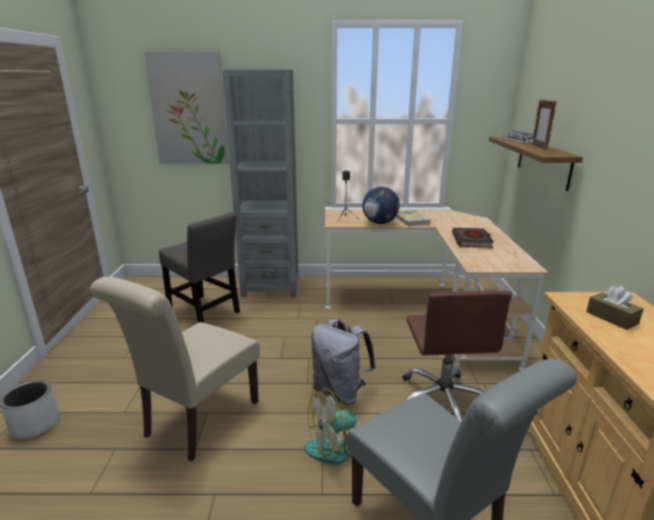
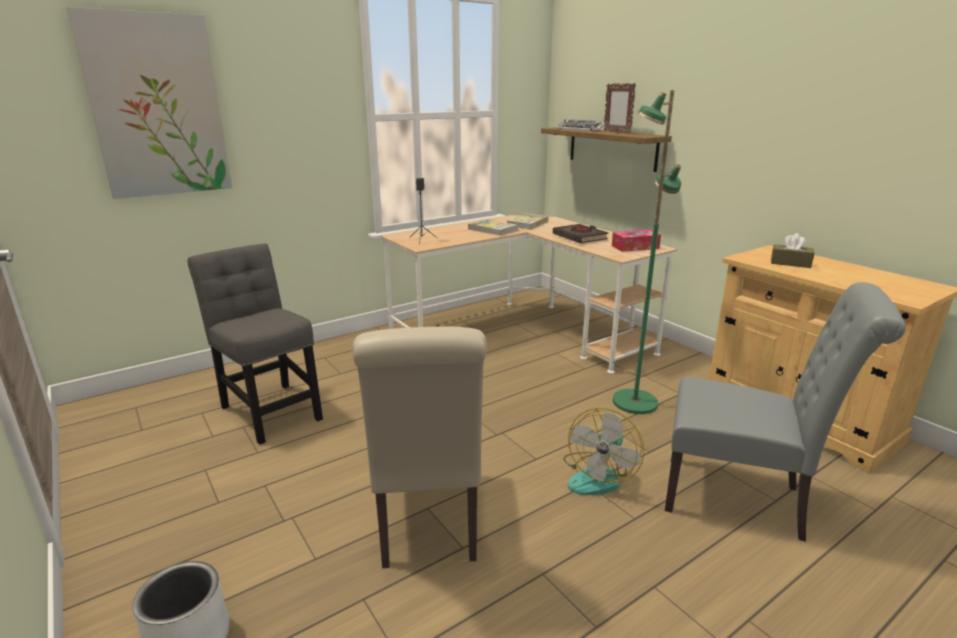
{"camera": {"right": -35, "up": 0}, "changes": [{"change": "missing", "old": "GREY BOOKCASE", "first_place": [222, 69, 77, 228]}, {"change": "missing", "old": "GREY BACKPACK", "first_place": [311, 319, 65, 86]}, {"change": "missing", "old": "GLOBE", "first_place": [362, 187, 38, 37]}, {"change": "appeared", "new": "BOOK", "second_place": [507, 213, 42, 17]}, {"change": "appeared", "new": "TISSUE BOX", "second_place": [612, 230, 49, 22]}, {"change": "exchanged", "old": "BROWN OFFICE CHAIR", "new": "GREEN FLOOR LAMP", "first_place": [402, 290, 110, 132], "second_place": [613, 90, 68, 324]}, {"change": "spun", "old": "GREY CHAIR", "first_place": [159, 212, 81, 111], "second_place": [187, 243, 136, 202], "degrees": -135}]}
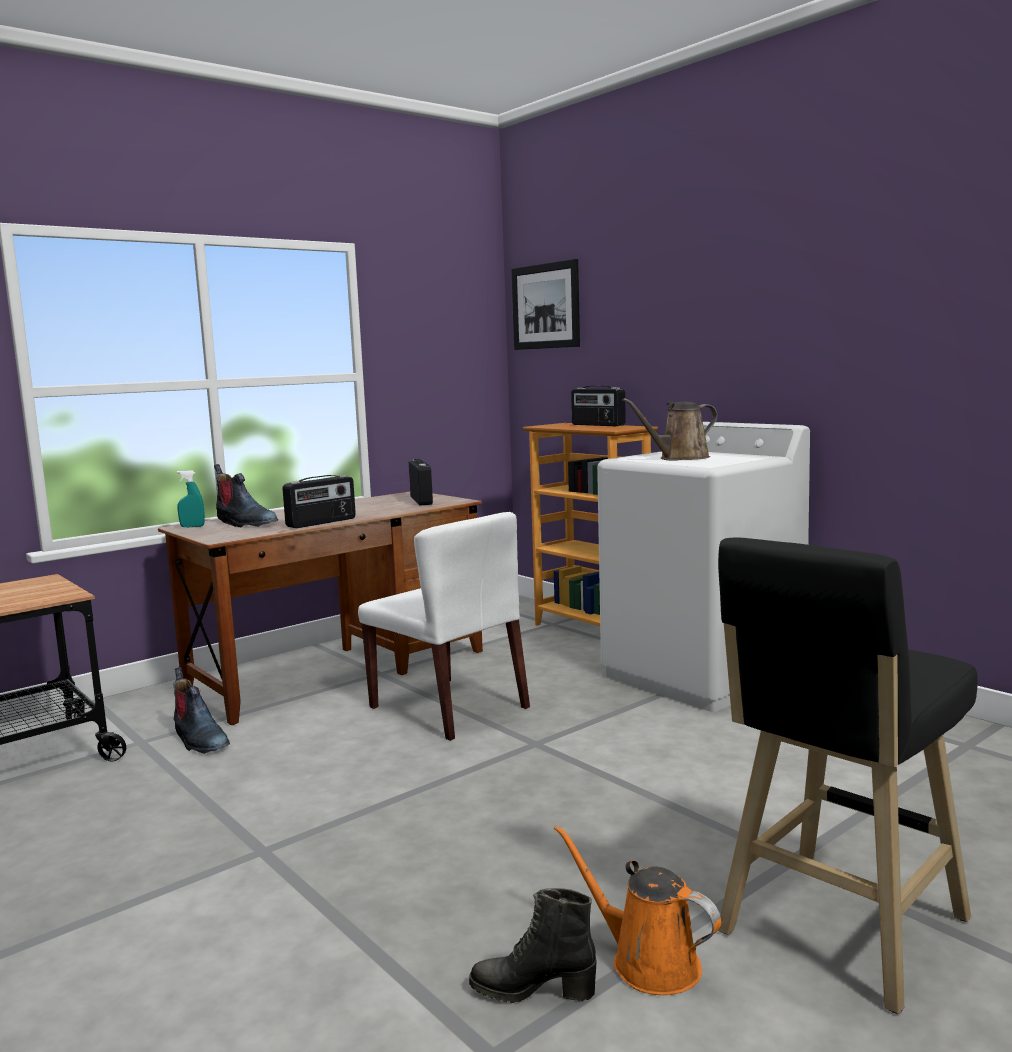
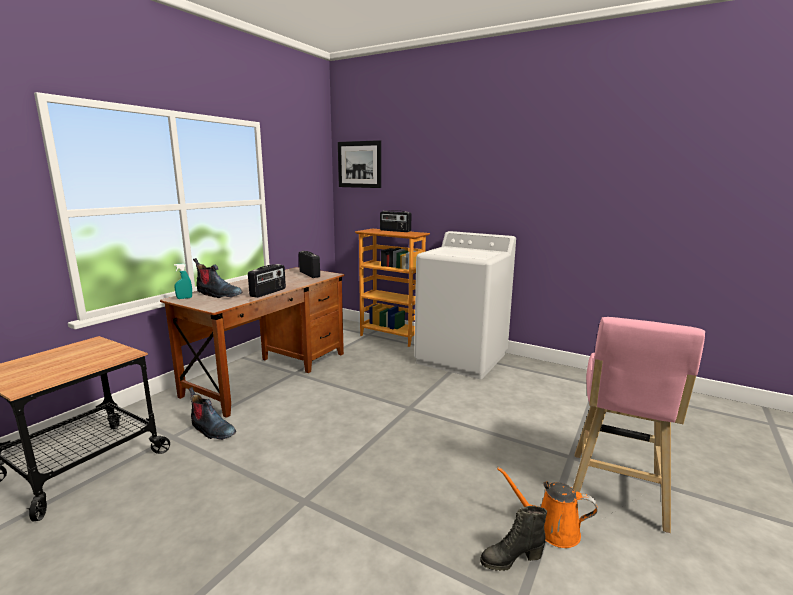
{"camera": {"right": -20, "up": 5}, "changes": [{"change": "missing", "old": "WHITE CHAIR", "first_place": [358, 512, 172, 229]}, {"change": "missing", "old": "BROWN WATERING CAN", "first_place": [623, 398, 94, 62]}, {"change": "colour", "old": "BLACK STOOL", "new": "PINK STOOL", "first_place": [718, 538, 260, 477], "second_place": [573, 317, 132, 216]}]}
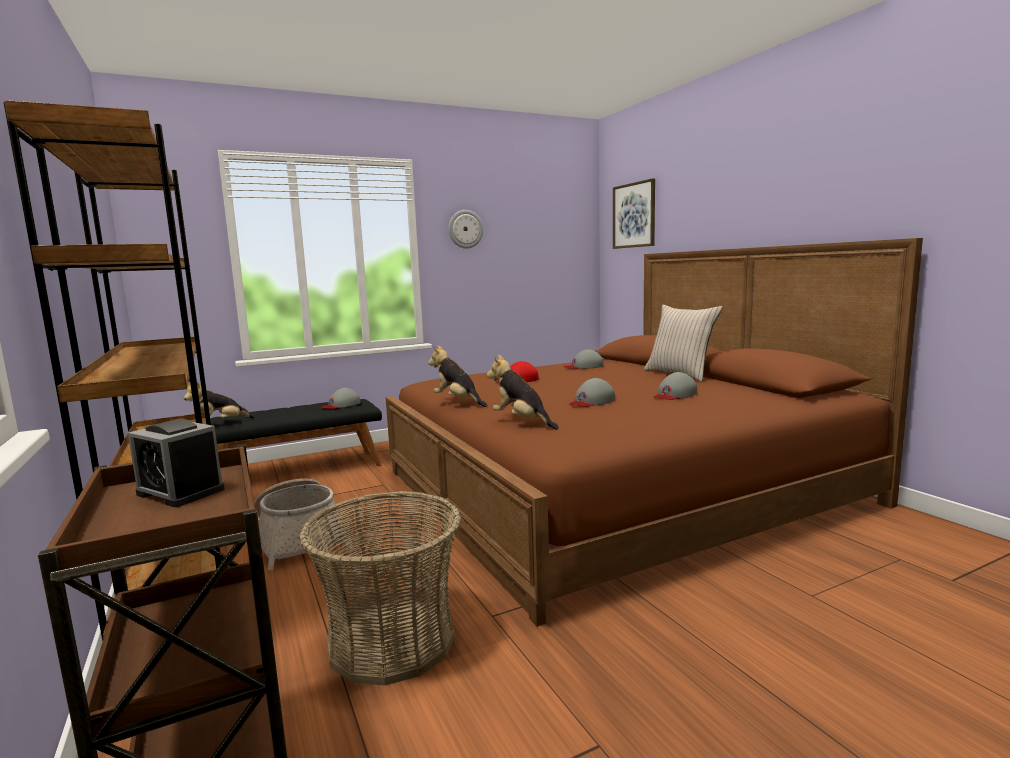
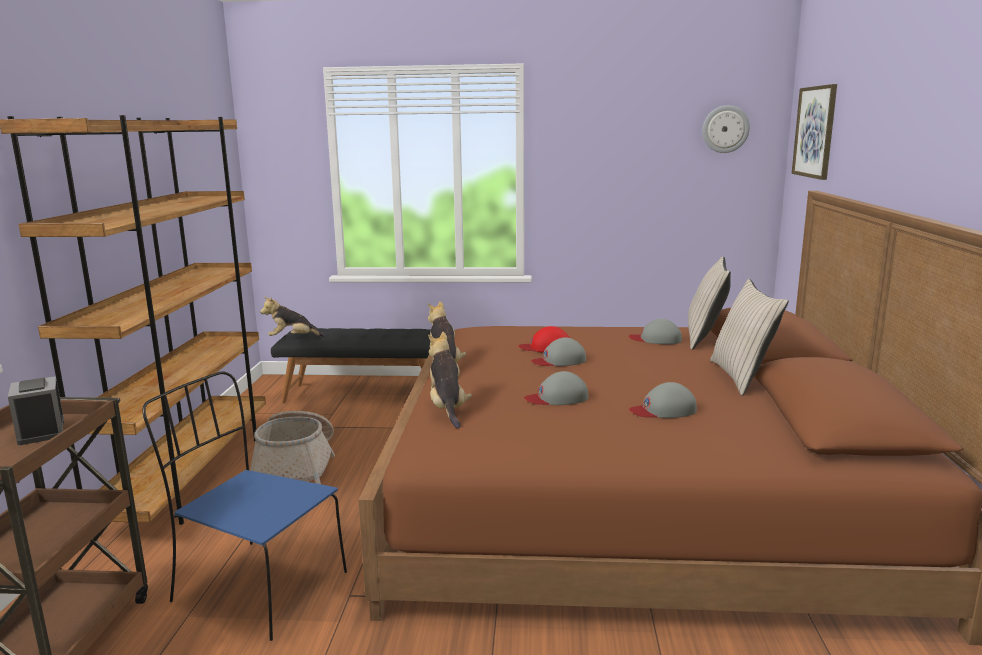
{"camera": {"right": 30, "up": 5}, "changes": [{"change": "appeared", "new": "BEIGE PILLOW", "second_place": [688, 257, 43, 93]}, {"change": "relocated", "old": "GREY CAP", "first_place": [322, 388, 38, 21], "second_place": [531, 337, 55, 29]}, {"change": "relocated", "old": "WALL CLOCK", "first_place": [449, 210, 34, 39], "second_place": [702, 105, 48, 48]}, {"change": "exchanged", "old": "BASKET", "new": "BLUE CHAIR", "first_place": [299, 491, 162, 194], "second_place": [142, 371, 205, 270]}]}
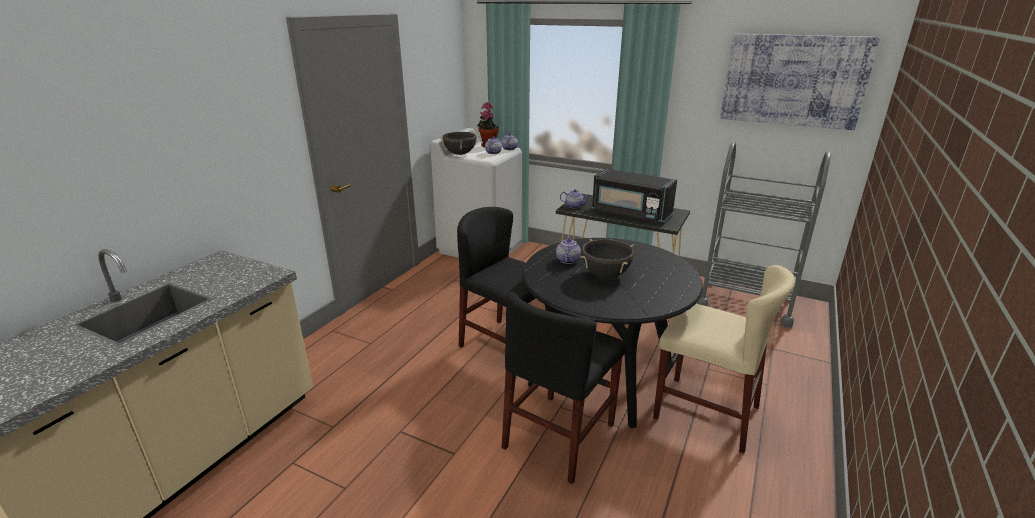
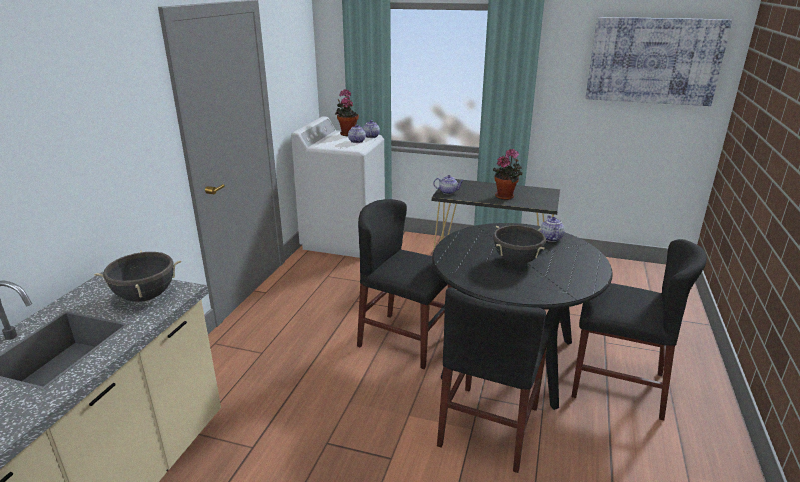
{"camera": {"right": -10, "up": 0}, "changes": [{"change": "missing", "old": "GREY CART", "first_place": [697, 142, 134, 186]}, {"change": "relocated", "old": "BLACK COOKING POT", "first_place": [438, 132, 42, 23], "second_place": [94, 250, 87, 52]}, {"change": "relocated", "old": "TEAPOT", "first_place": [556, 237, 25, 27], "second_place": [540, 215, 25, 27]}, {"change": "exchanged", "old": "BLACK MICROWAVE", "new": "POTTED PLANT", "first_place": [592, 169, 85, 53], "second_place": [493, 149, 30, 51]}, {"change": "colour", "old": "BEIGE CHAIR", "new": "BLACK CHAIR", "first_place": [653, 265, 142, 188], "second_place": [571, 239, 136, 182]}]}
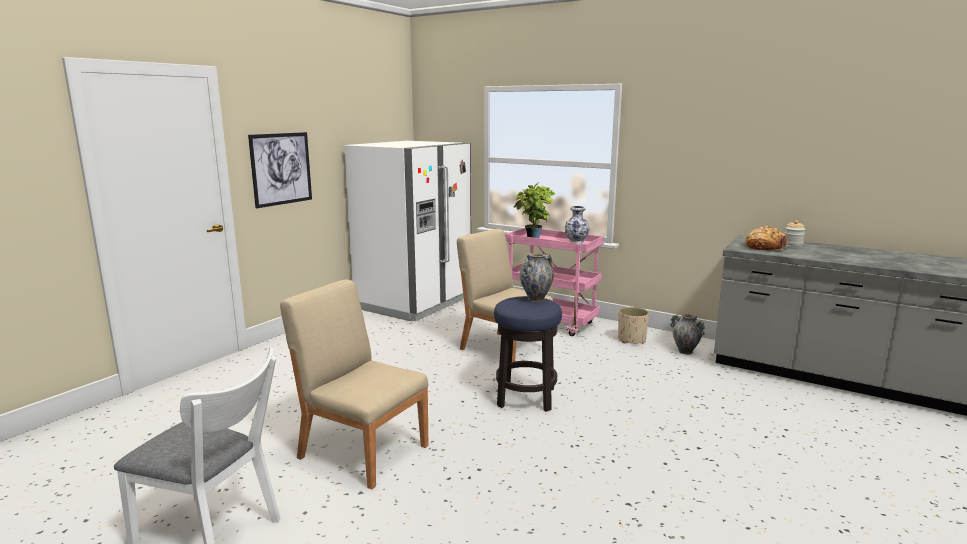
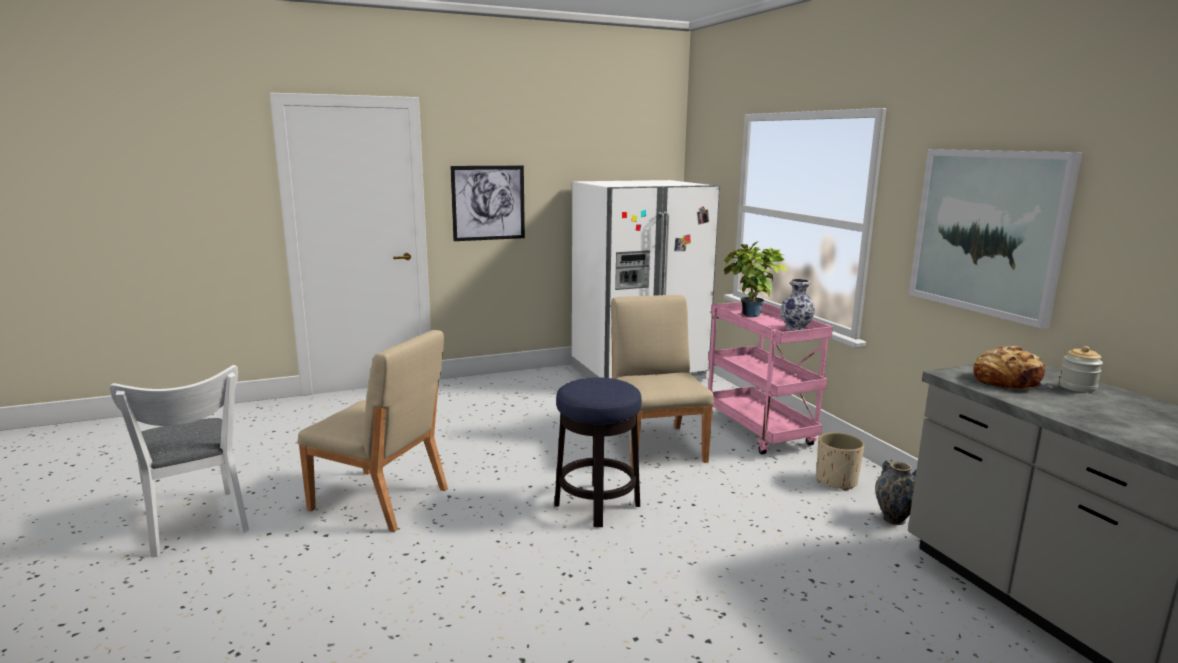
{"camera": {"right": 35, "up": 0}, "changes": [{"change": "missing", "old": "VASE", "first_place": [520, 253, 34, 49]}, {"change": "appeared", "new": "PICTURE", "second_place": [909, 149, 173, 180]}, {"change": "spun", "old": "BEIGE CHAIR", "first_place": [280, 279, 148, 211], "second_place": [298, 330, 150, 202], "degrees": 135}]}
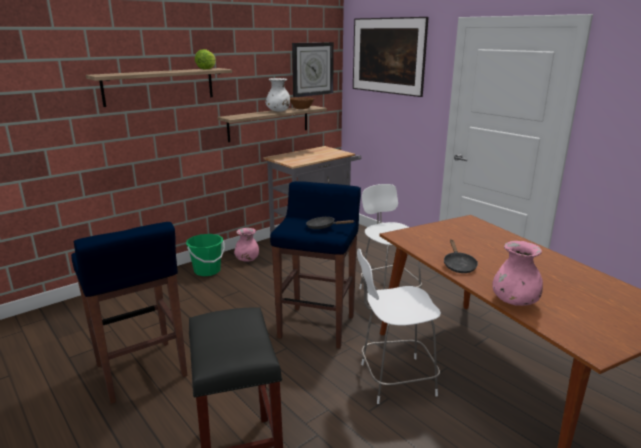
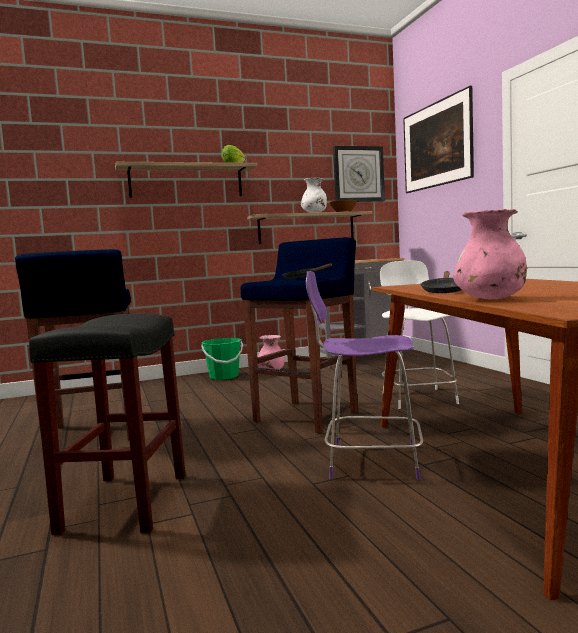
{"camera": {"right": 20, "up": -15}, "changes": [{"change": "colour", "old": "WHITE CHAIR", "new": "PURPLE CHAIR", "first_place": [357, 249, 84, 155], "second_place": [306, 271, 117, 209]}]}
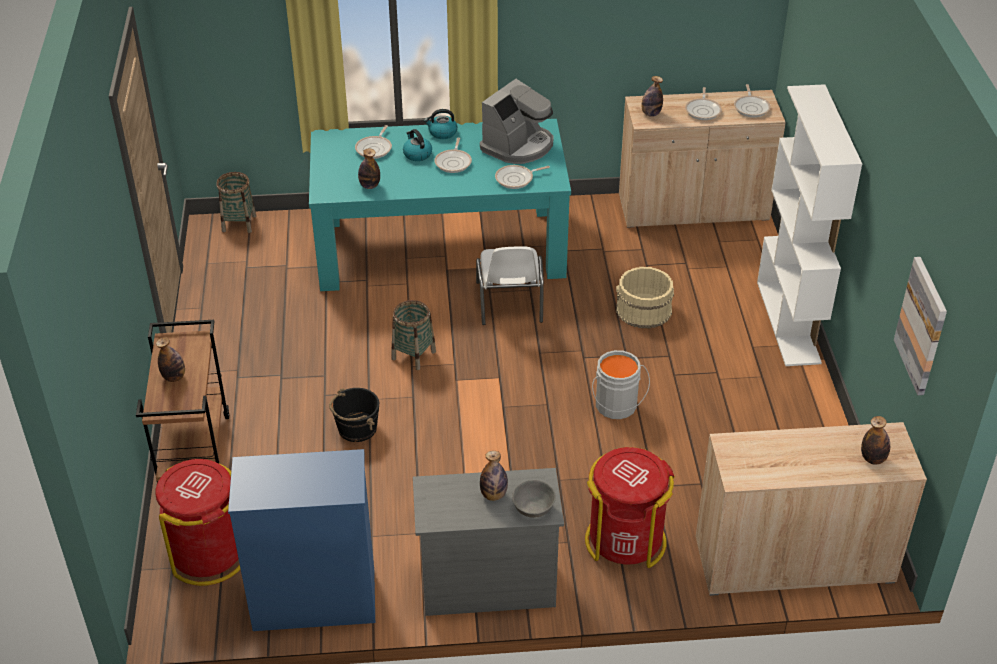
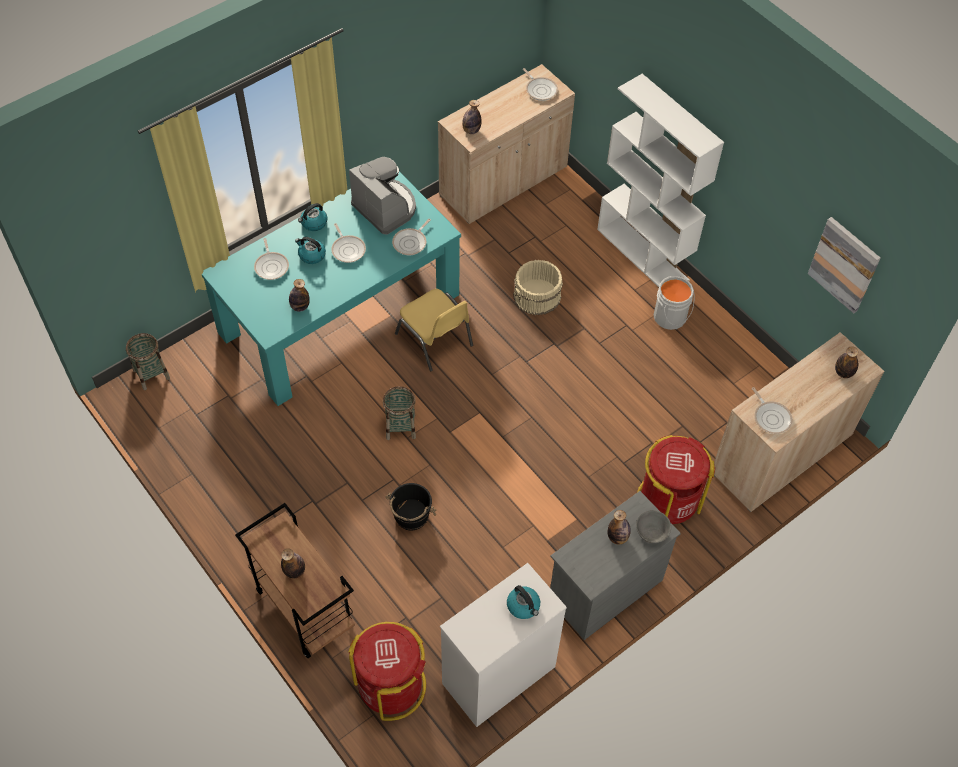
{"camera": {"right": -35, "up": 15}, "changes": [{"change": "appeared", "new": "KETTLE", "second_place": [507, 585, 33, 34]}, {"change": "relocated", "old": "GREY BUCKET", "first_place": [592, 350, 58, 69], "second_place": [654, 276, 41, 54]}, {"change": "relocated", "old": "FRYING PAN", "first_place": [685, 87, 37, 33], "second_place": [752, 387, 41, 47]}, {"change": "colour", "old": "BLUE DRESSER", "new": "WHITE DRESSER", "first_place": [228, 449, 147, 182], "second_place": [440, 563, 127, 164]}, {"change": "colour", "old": "WHITE CHAIR", "new": "YELLOW CHAIR", "first_place": [476, 246, 68, 79], "second_place": [395, 289, 78, 82]}, {"change": "spun", "old": "COFFEE MACHINE", "first_place": [480, 79, 74, 85], "second_place": [349, 157, 67, 78], "degrees": -45}]}
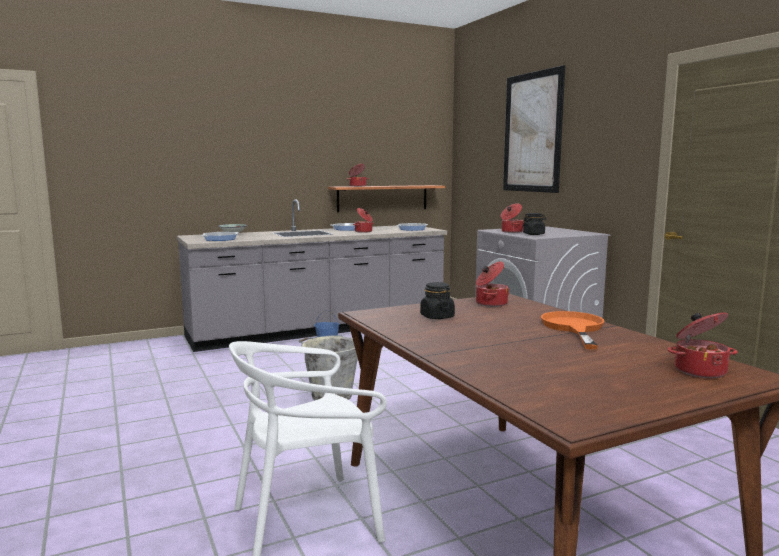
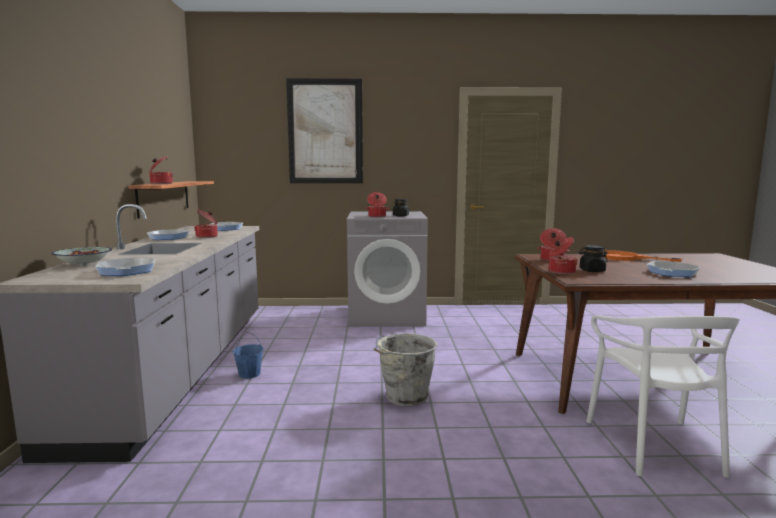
{"camera": {"right": -65, "up": 0}, "changes": [{"change": "appeared", "new": "FRYING PAN", "second_place": [647, 261, 54, 16]}, {"change": "relocated", "old": "COOKING POT", "first_place": [668, 313, 69, 65], "second_place": [549, 237, 29, 37]}]}
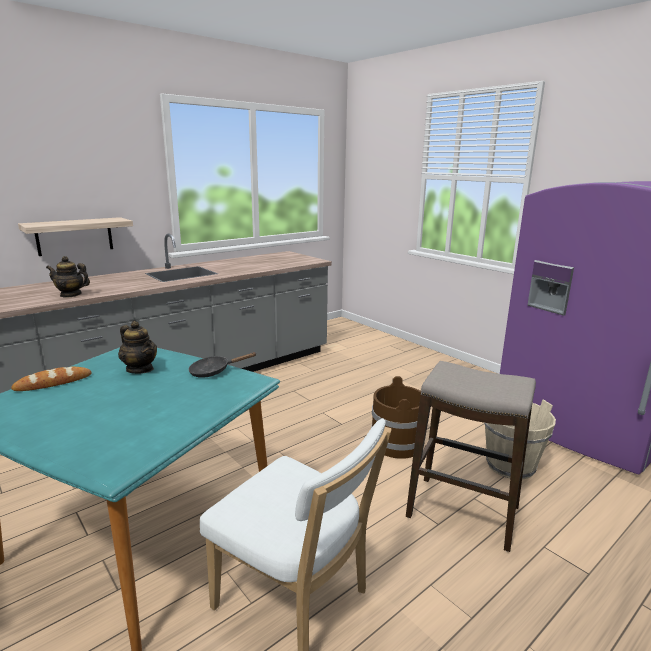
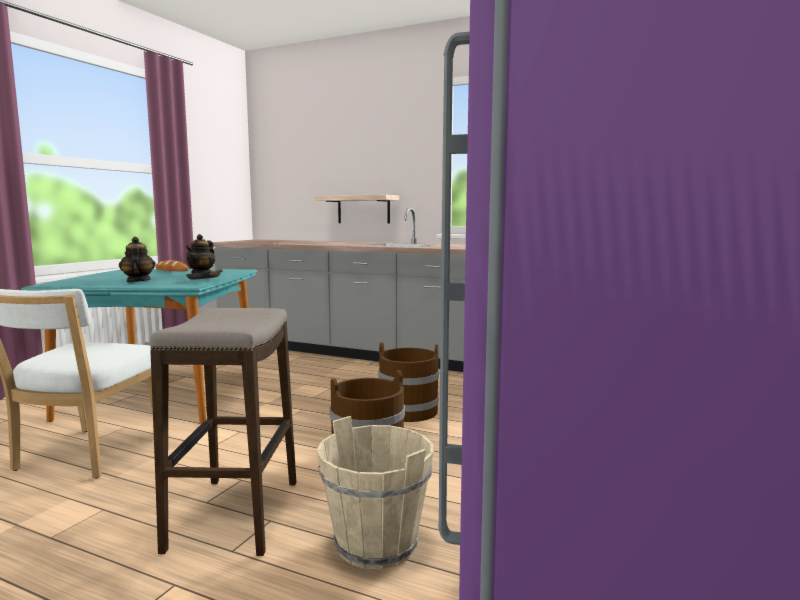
{"camera": {"right": 65, "up": -10}, "changes": [{"change": "appeared", "new": "BROWN BUCKET", "second_place": [378, 342, 61, 80]}, {"change": "relocated", "old": "TEAPOT", "first_place": [46, 256, 44, 41], "second_place": [119, 237, 37, 45]}]}
